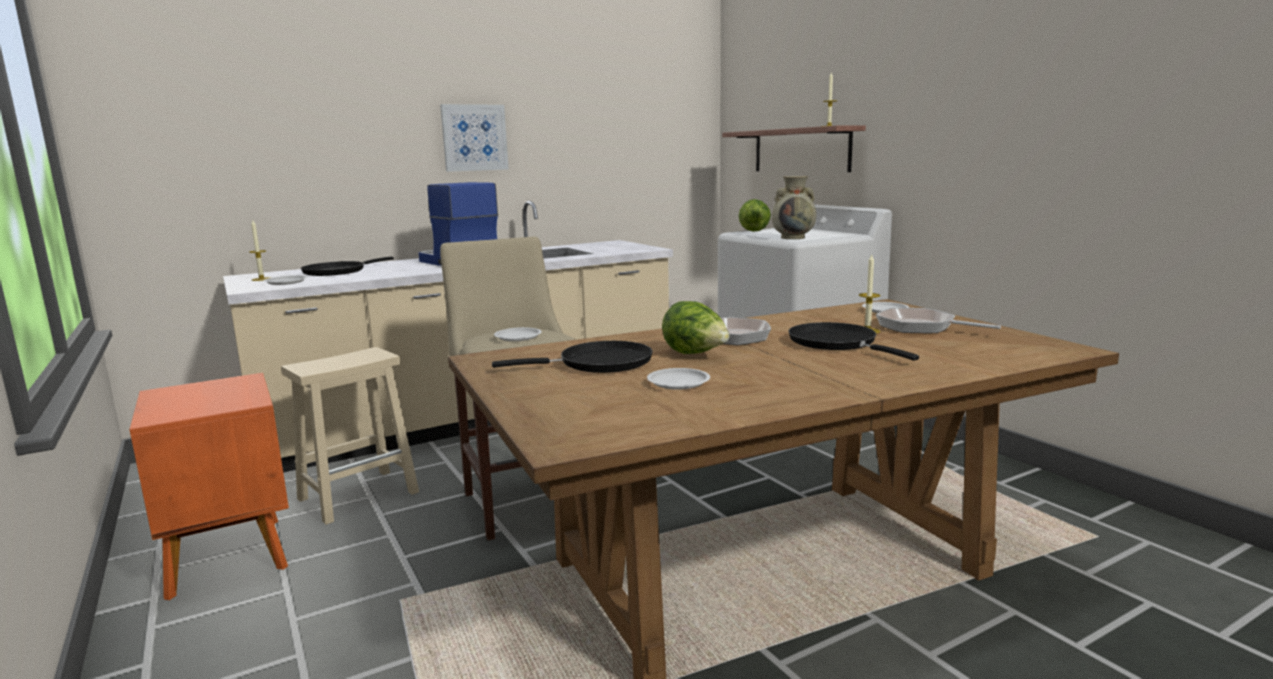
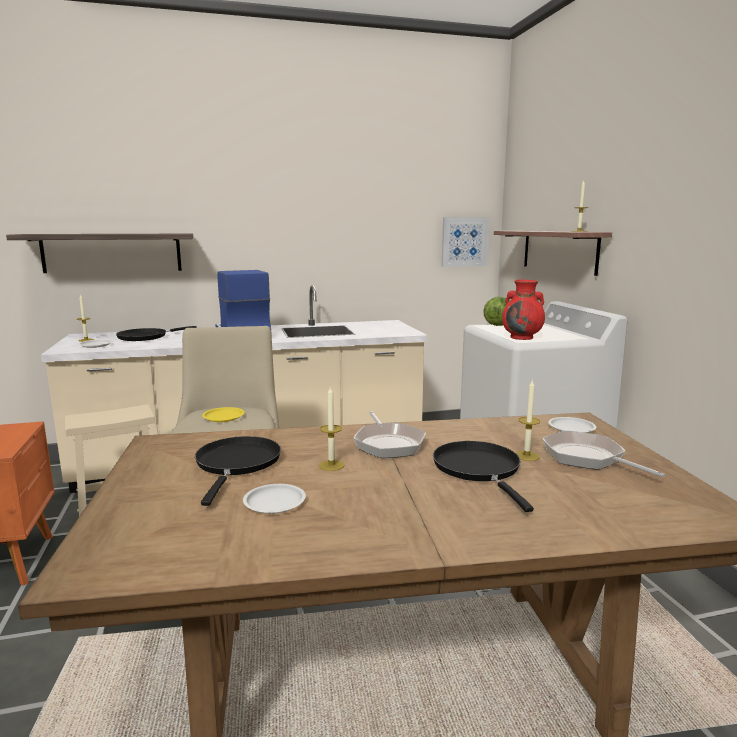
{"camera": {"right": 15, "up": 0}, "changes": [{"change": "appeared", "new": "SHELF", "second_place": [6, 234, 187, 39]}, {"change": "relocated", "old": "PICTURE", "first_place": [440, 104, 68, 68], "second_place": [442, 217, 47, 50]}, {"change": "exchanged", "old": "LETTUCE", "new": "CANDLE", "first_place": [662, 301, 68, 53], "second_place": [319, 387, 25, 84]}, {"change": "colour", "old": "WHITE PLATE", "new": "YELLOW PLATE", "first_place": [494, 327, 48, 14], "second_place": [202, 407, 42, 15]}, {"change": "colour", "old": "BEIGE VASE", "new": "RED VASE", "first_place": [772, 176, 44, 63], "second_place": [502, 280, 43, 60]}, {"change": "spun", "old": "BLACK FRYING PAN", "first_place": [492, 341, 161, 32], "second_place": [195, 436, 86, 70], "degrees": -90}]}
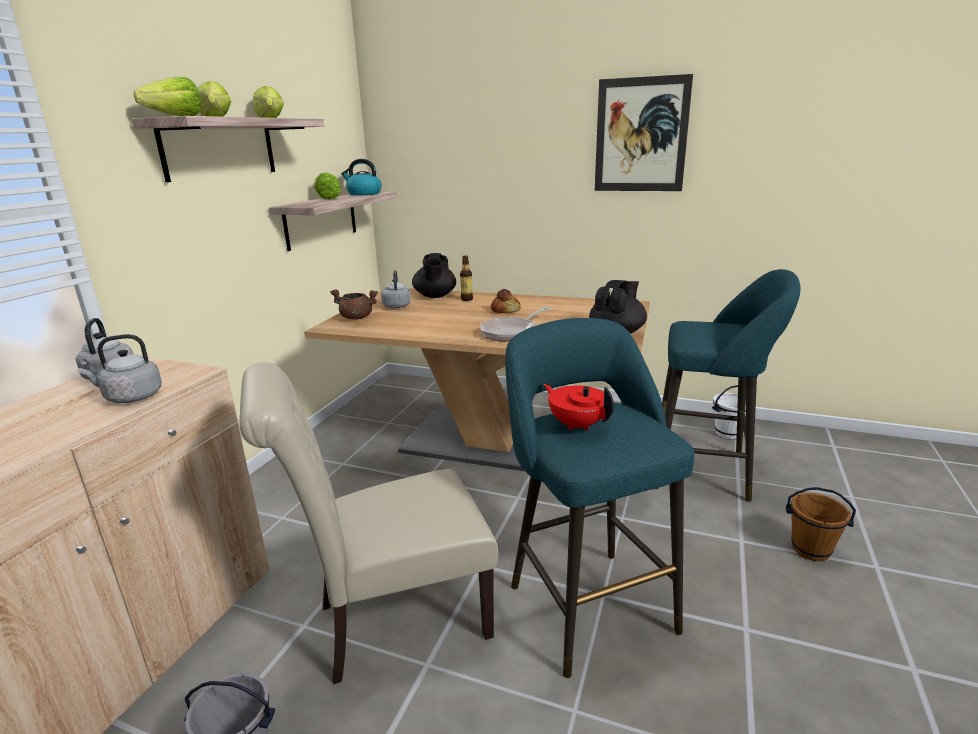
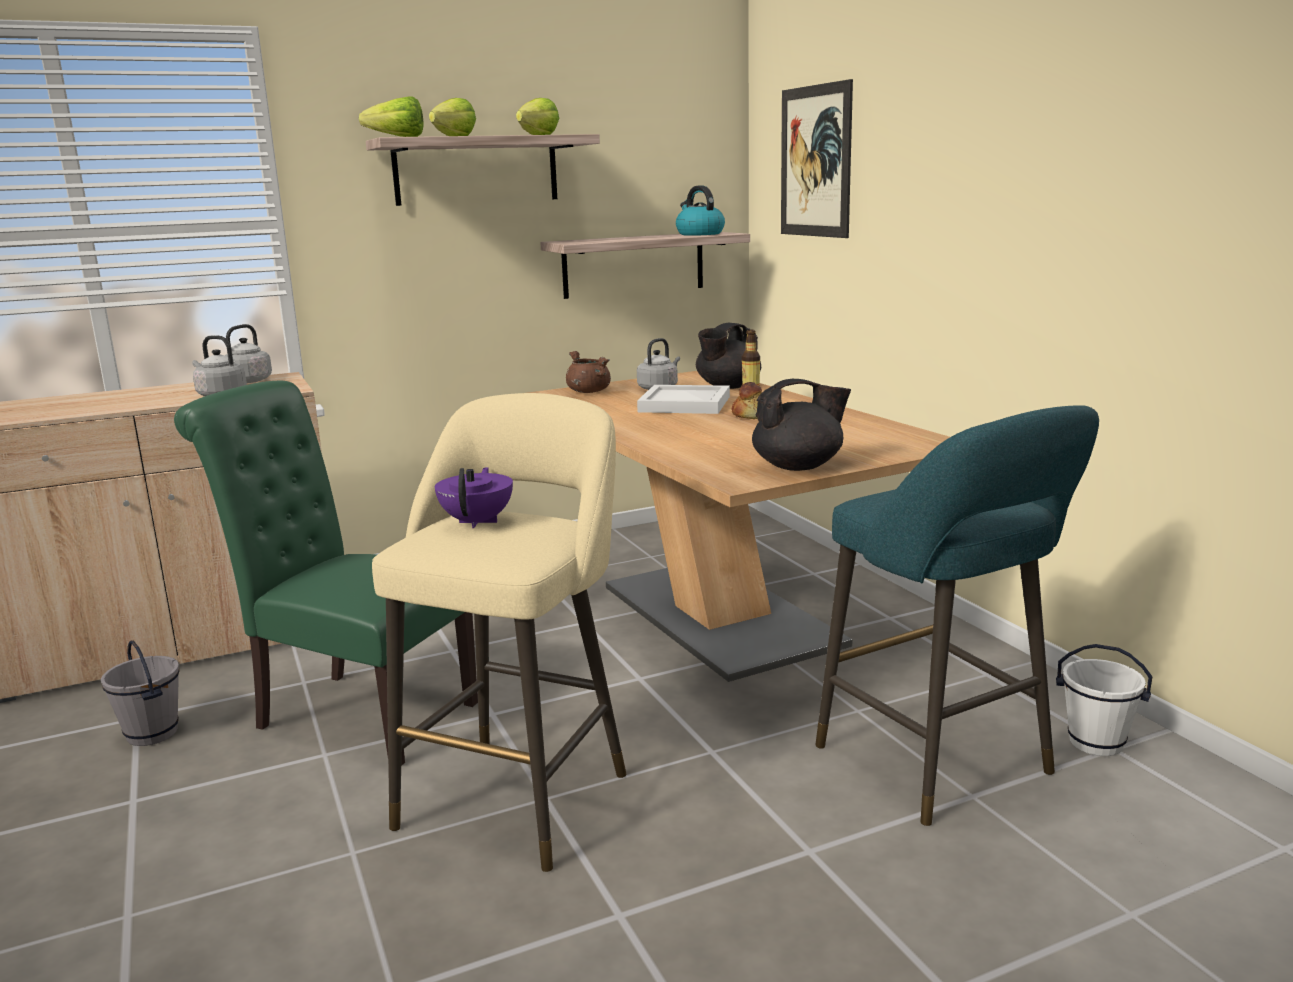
{"camera": {"right": 45, "up": -5}, "changes": [{"change": "missing", "old": "LETTUCE", "first_place": [314, 172, 27, 28]}, {"change": "missing", "old": "FRYING PAN", "first_place": [480, 307, 71, 35]}, {"change": "missing", "old": "BROWN BUCKET", "first_place": [786, 487, 70, 74]}, {"change": "appeared", "new": "WHITE TRAY", "second_place": [637, 385, 93, 29]}, {"change": "relocated", "old": "PICTURE", "first_place": [595, 74, 98, 117], "second_place": [781, 79, 72, 159]}, {"change": "colour", "old": "BEIGE CHAIR", "new": "GREEN CHAIR", "first_place": [240, 362, 258, 323], "second_place": [174, 381, 304, 385]}, {"change": "colour", "old": "TURQUOISE STOOL", "new": "BEIGE STOOL", "first_place": [505, 318, 189, 360], "second_place": [372, 393, 254, 479]}, {"change": "colour", "old": "RED TEAPOT", "new": "PURPLE TEAPOT", "first_place": [544, 384, 70, 47], "second_place": [435, 467, 78, 61]}]}
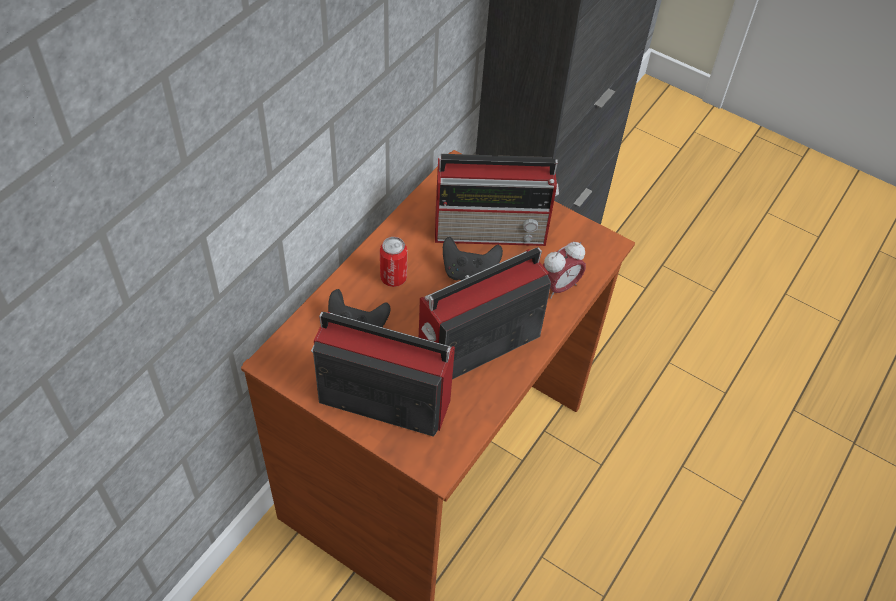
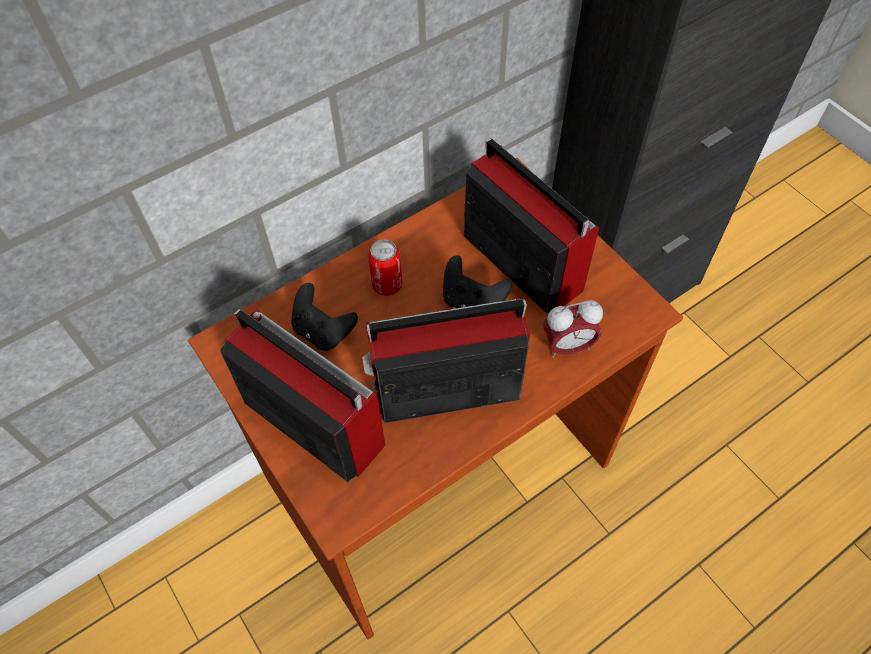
{"camera": {"right": 25, "up": 5}, "changes": [{"change": "spun", "old": "RADIO", "first_place": [435, 154, 124, 92], "second_place": [464, 138, 135, 176], "degrees": -150}]}
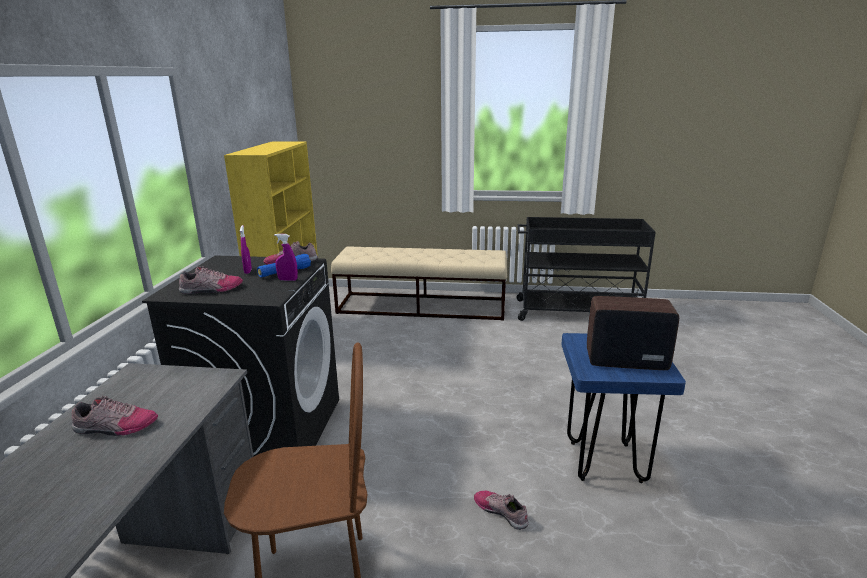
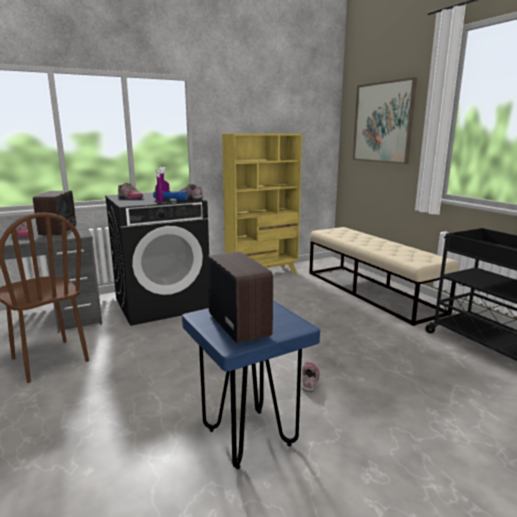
{"camera": {"right": 55, "up": -5}, "changes": [{"change": "appeared", "new": "RADIO", "second_place": [33, 191, 43, 44]}, {"change": "appeared", "new": "PICTURE", "second_place": [353, 77, 64, 87]}, {"change": "relocated", "old": "SHOE", "first_place": [474, 491, 55, 39], "second_place": [302, 362, 18, 30]}]}
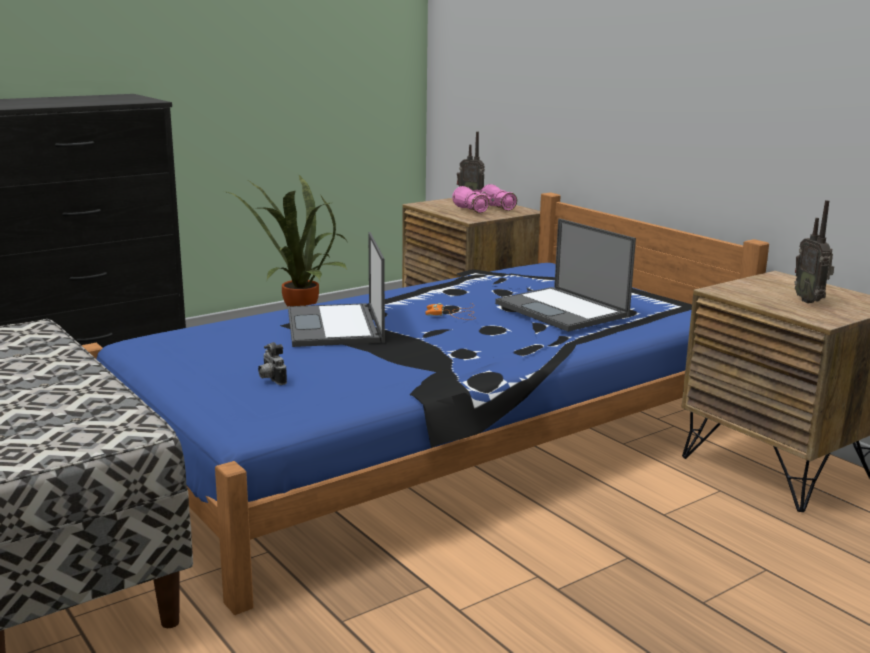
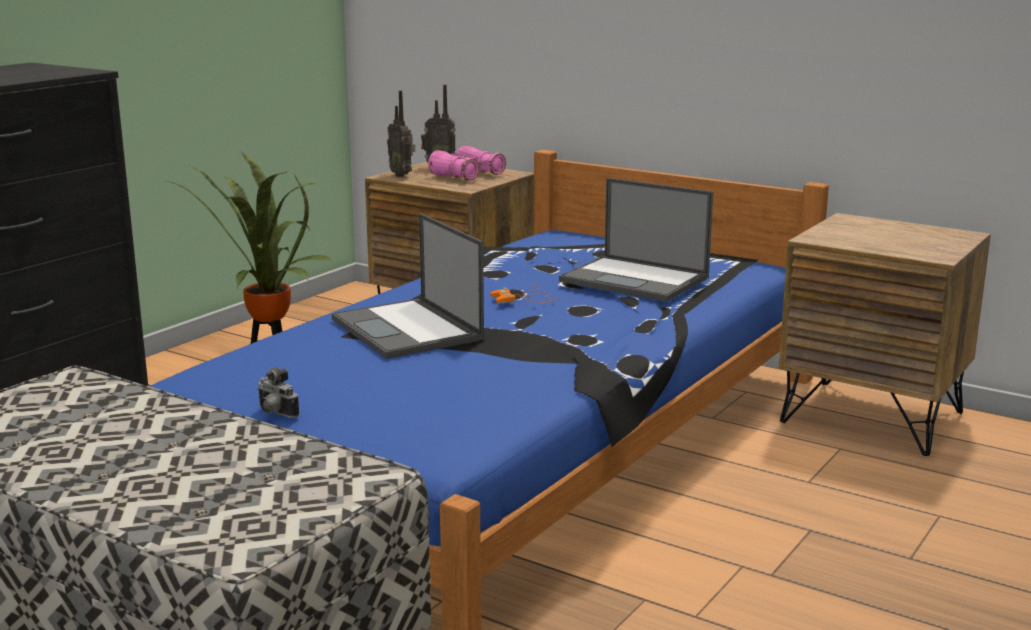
{"camera": {"right": -20, "up": 0}, "changes": [{"change": "relocated", "old": "PHOTO CAMERA", "first_place": [258, 342, 29, 43], "second_place": [258, 367, 41, 51]}, {"change": "relocated", "old": "RADIO", "first_place": [794, 200, 40, 103], "second_place": [387, 90, 28, 87]}]}
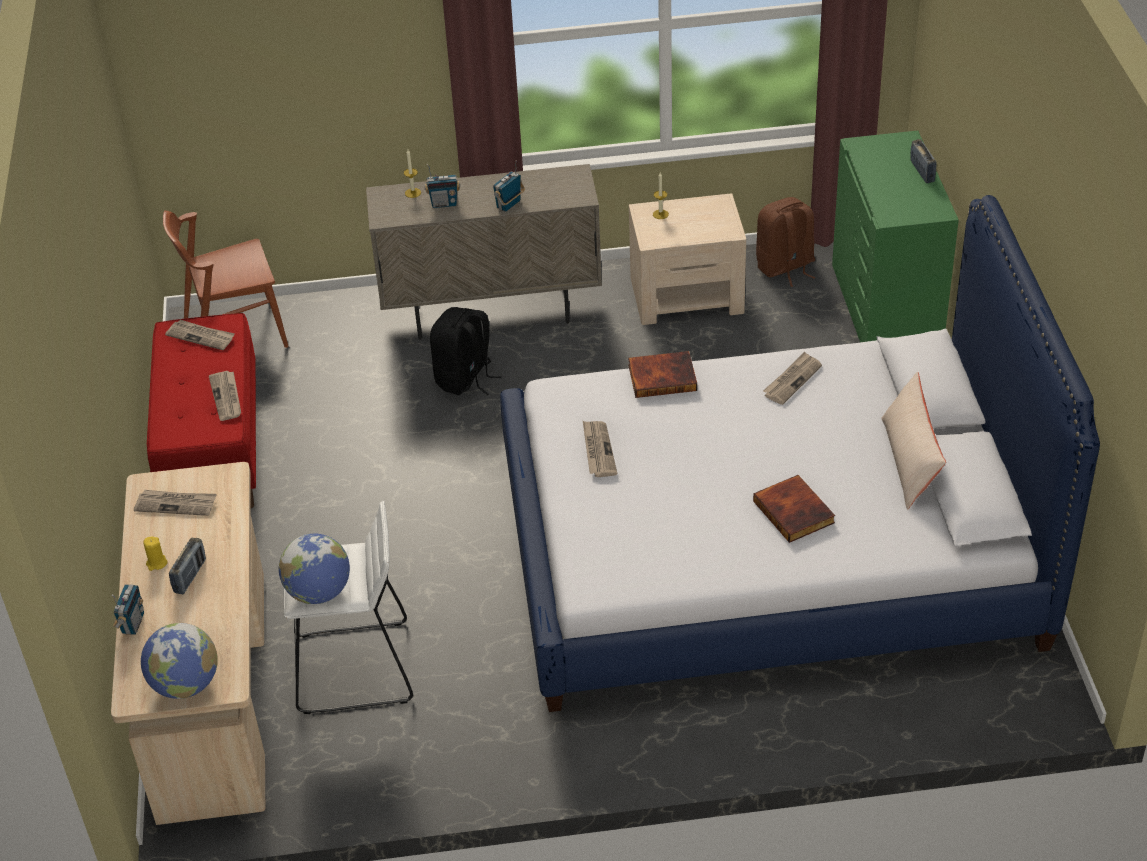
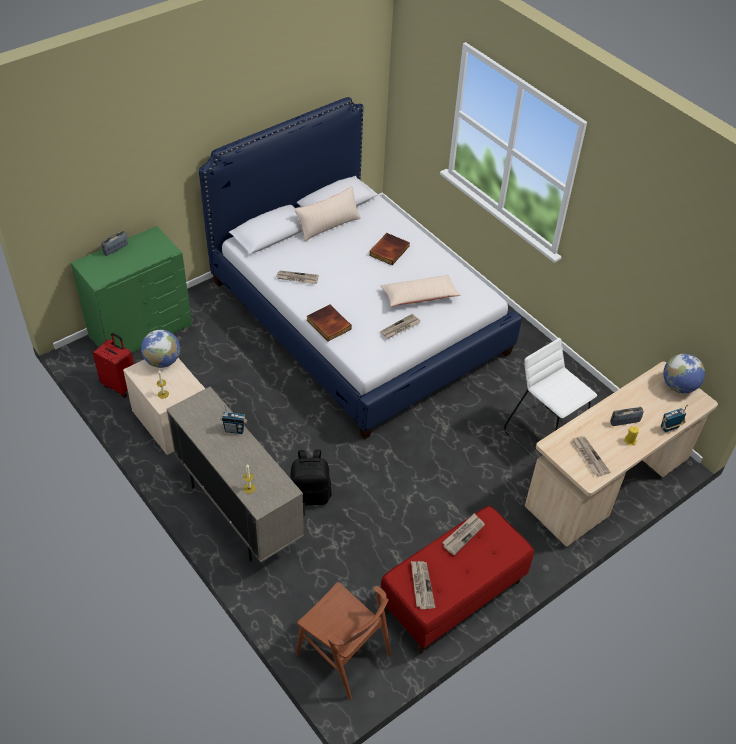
{"camera": {"right": -125, "up": 5}, "changes": [{"change": "missing", "old": "RADIO", "first_place": [424, 164, 36, 44]}, {"change": "appeared", "new": "BEIGE PILLOW", "second_place": [381, 275, 79, 32]}, {"change": "relocated", "old": "GLOBE", "first_place": [279, 533, 71, 71], "second_place": [141, 330, 39, 38]}, {"change": "exchanged", "old": "BROWN BACKPACK", "new": "RED SUITCASE", "first_place": [756, 197, 59, 90], "second_place": [93, 333, 41, 65]}]}
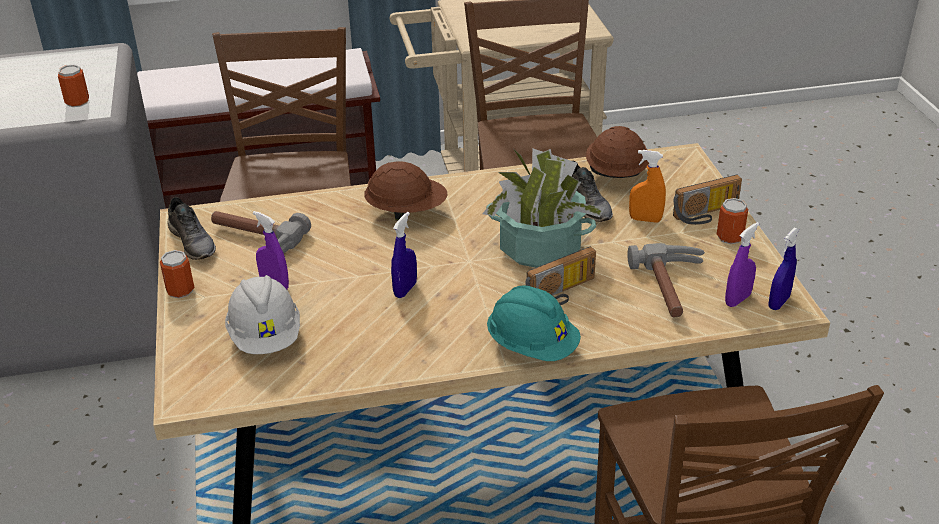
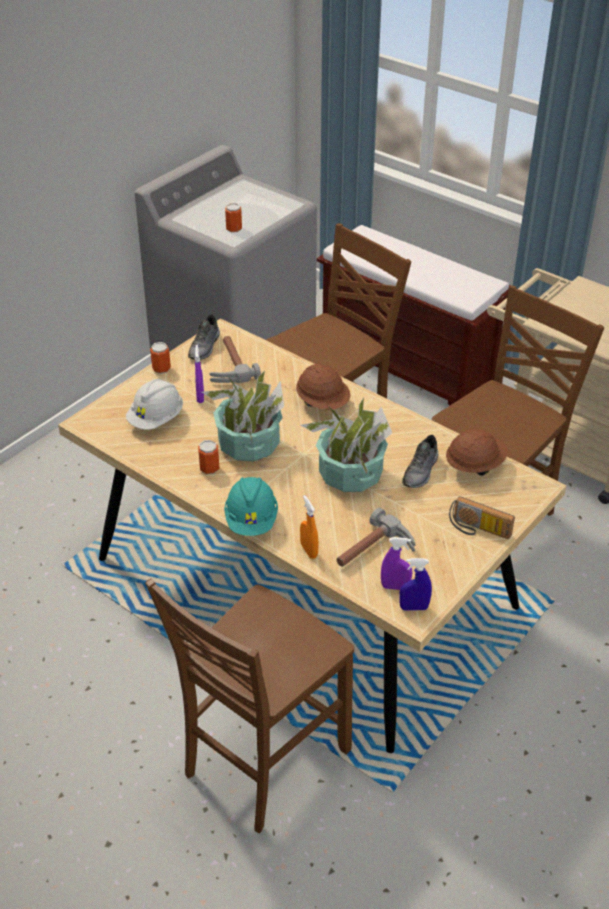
{"camera": {"right": 50, "up": 5}, "changes": [{"change": "missing", "old": "RADIO", "first_place": [526, 246, 70, 59]}, {"change": "relocated", "old": "ORANGE SPRAY BOTTLE", "first_place": [629, 150, 37, 73], "second_place": [300, 495, 18, 64]}, {"change": "relocated", "old": "CAN", "first_place": [717, 198, 31, 46], "second_place": [198, 440, 22, 35]}, {"change": "exchanged", "old": "BLUE SPRAY BOTTLE", "new": "POTTED PLANT", "first_place": [391, 212, 26, 86], "second_place": [202, 371, 82, 91]}]}
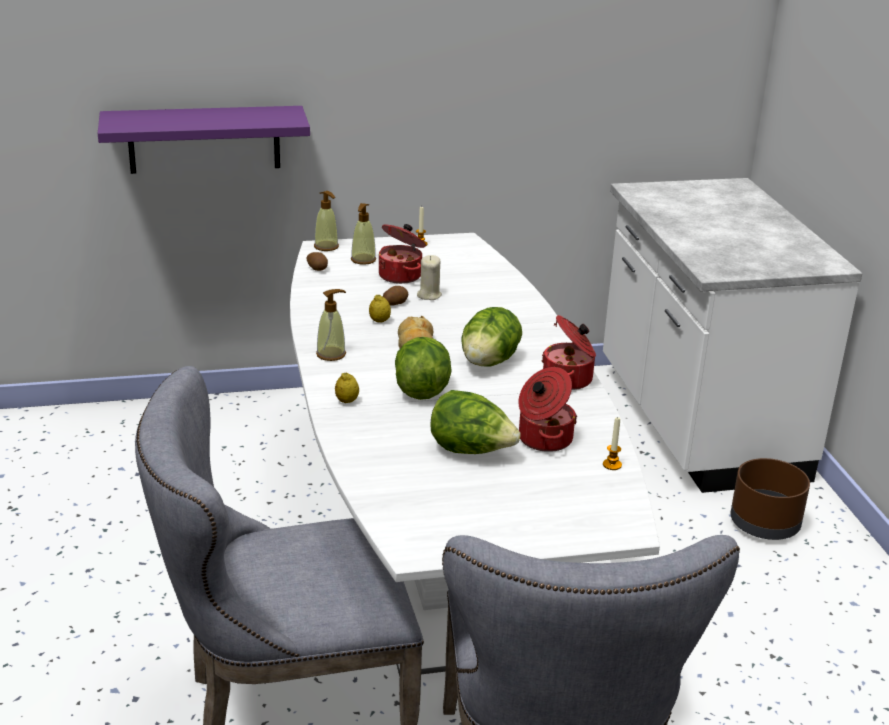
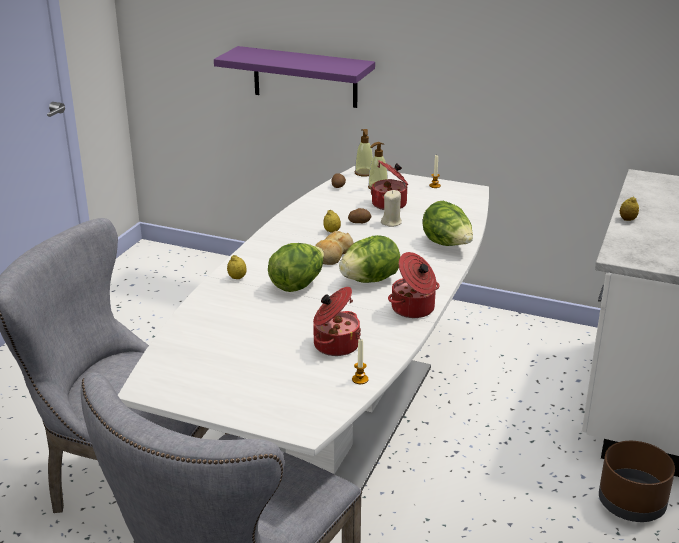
{"camera": {"right": 35, "up": 0}, "changes": [{"change": "missing", "old": "SOAP DISPENSER", "first_place": [316, 289, 30, 72]}, {"change": "appeared", "new": "LEMON", "second_place": [620, 197, 19, 24]}, {"change": "relocated", "old": "LETTUCE", "first_place": [430, 390, 91, 64], "second_place": [422, 201, 51, 45]}]}
